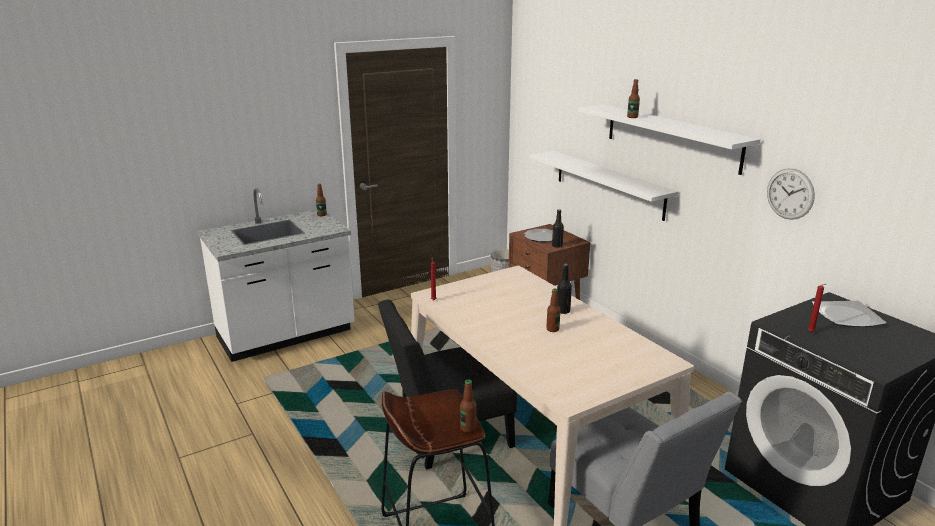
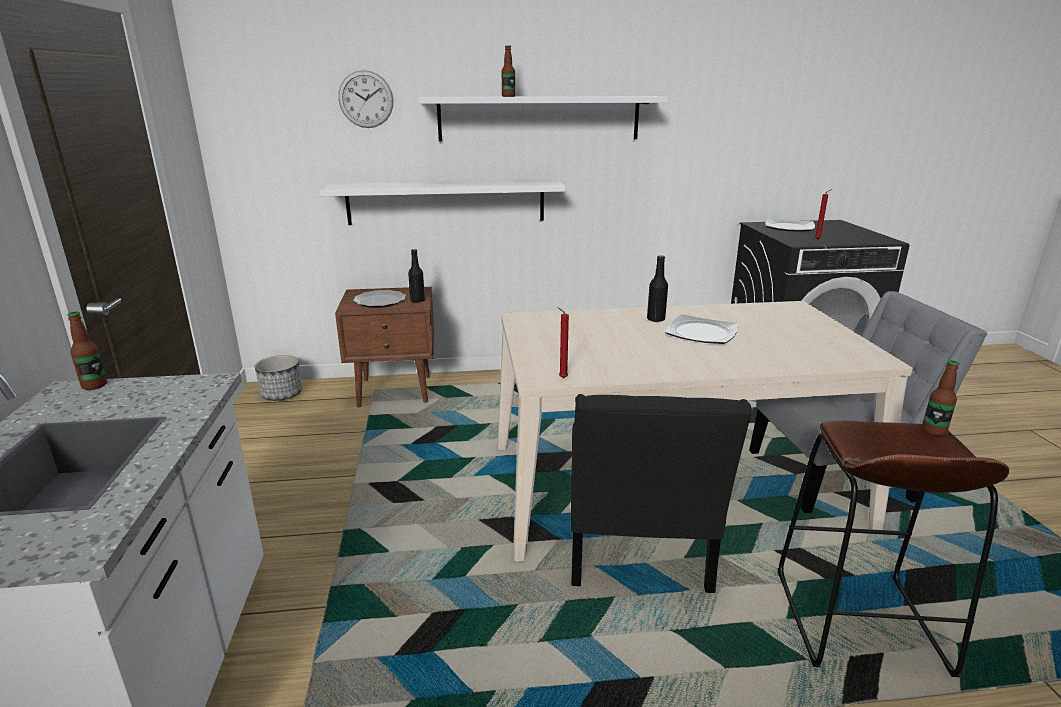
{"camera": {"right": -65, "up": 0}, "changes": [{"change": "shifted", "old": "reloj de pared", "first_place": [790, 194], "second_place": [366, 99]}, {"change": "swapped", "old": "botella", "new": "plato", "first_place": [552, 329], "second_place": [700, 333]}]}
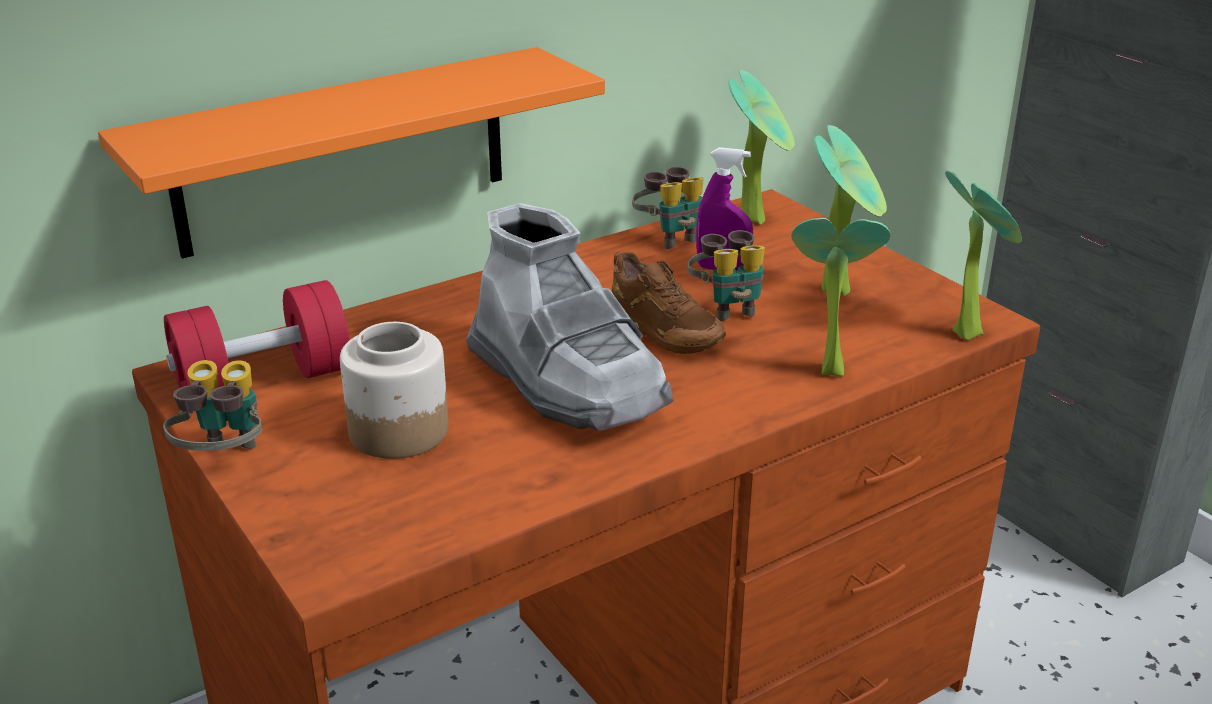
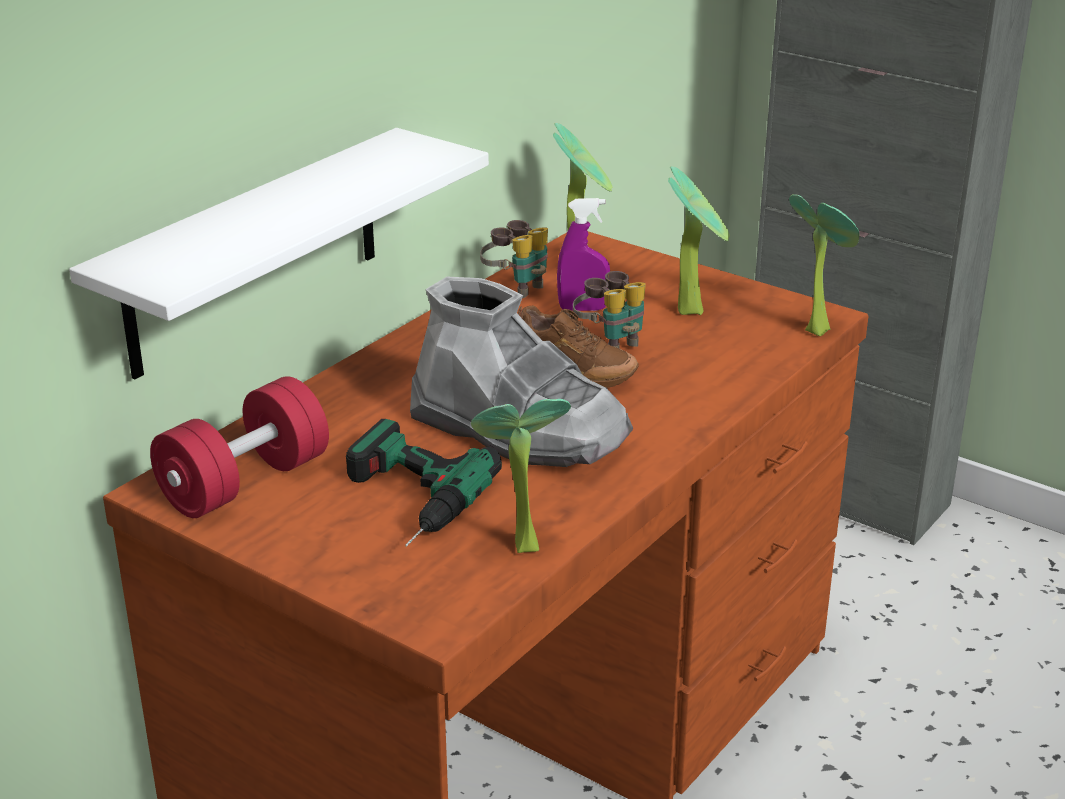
{"camera": {"right": -20, "up": 0}, "changes": [{"change": "gone", "old": "prismáticos", "first_place": [225, 460]}, {"change": "shifted", "old": "planta en maceta", "first_place": [826, 368], "second_place": [519, 544]}, {"change": "swapped", "old": "tarro", "new": "taladro", "first_place": [397, 431], "second_place": [403, 501]}, {"change": "repainted", "old": "estante (naranja)", "new": "estante (blanco)", "first_place": [343, 151], "second_place": [254, 252]}]}
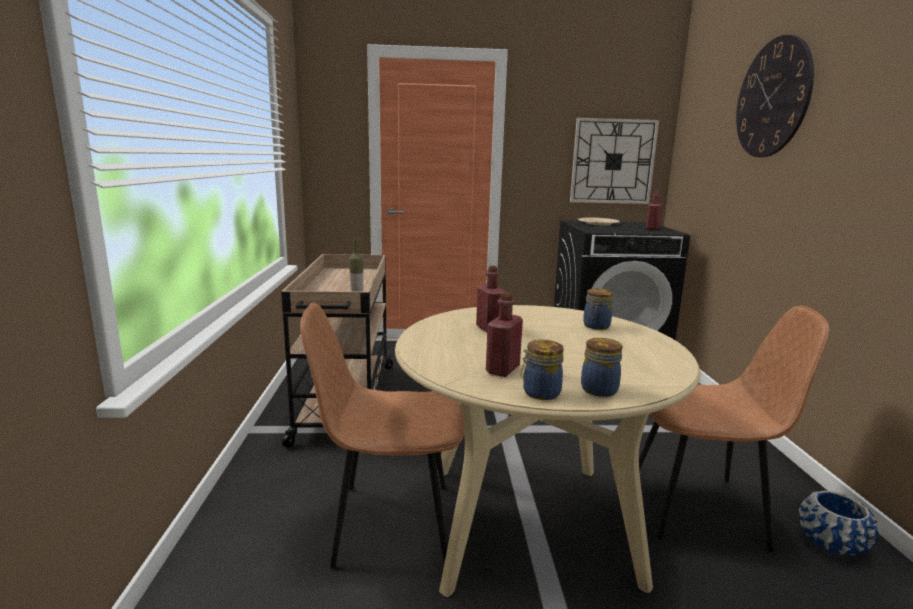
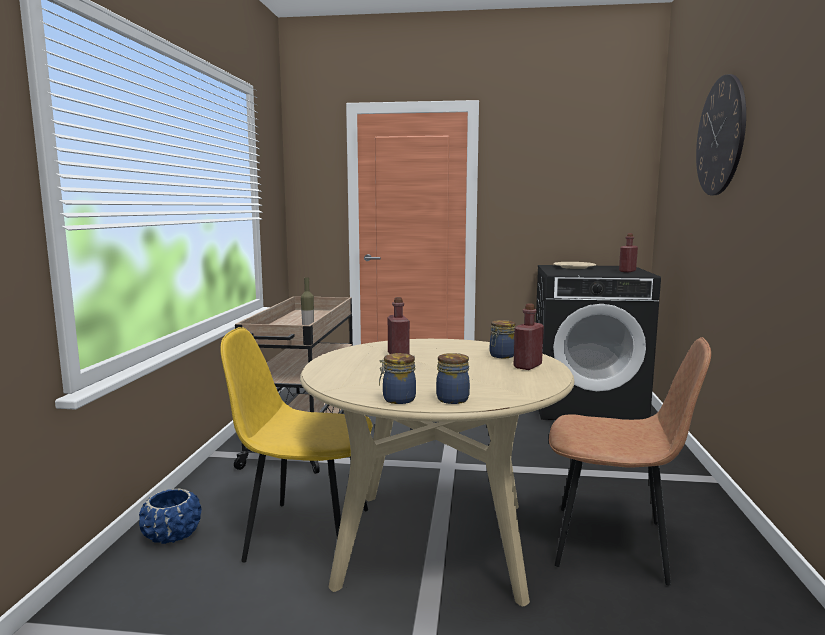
{"camera": {"right": 10, "up": -5}, "changes": [{"change": "gone", "old": "reloj de pared", "first_place": [613, 161]}, {"change": "shifted", "old": "botella (rojo)", "first_place": [502, 370], "second_place": [527, 366]}, {"change": "shifted", "old": "maceta (azul)", "first_place": [831, 542], "second_place": [172, 534]}, {"change": "repainted", "old": "silla (marrón)", "new": "silla (amarillo)", "first_place": [389, 523], "second_place": [305, 533]}]}
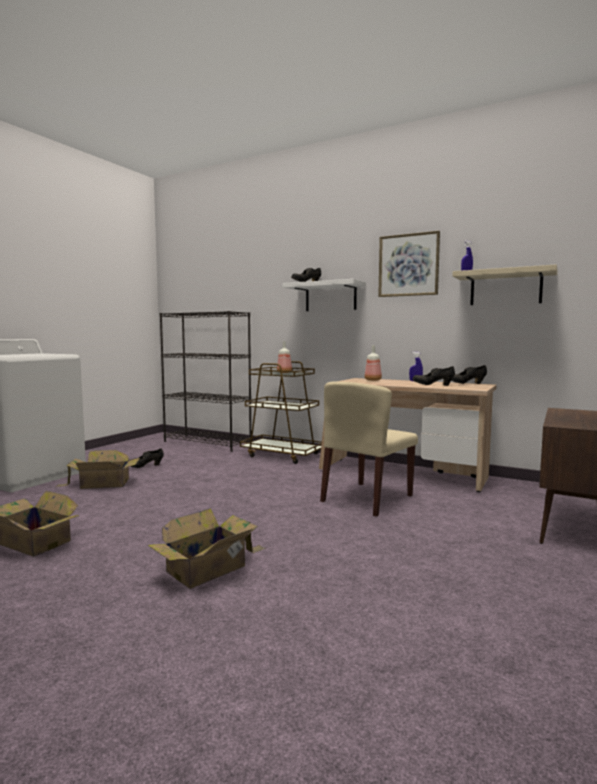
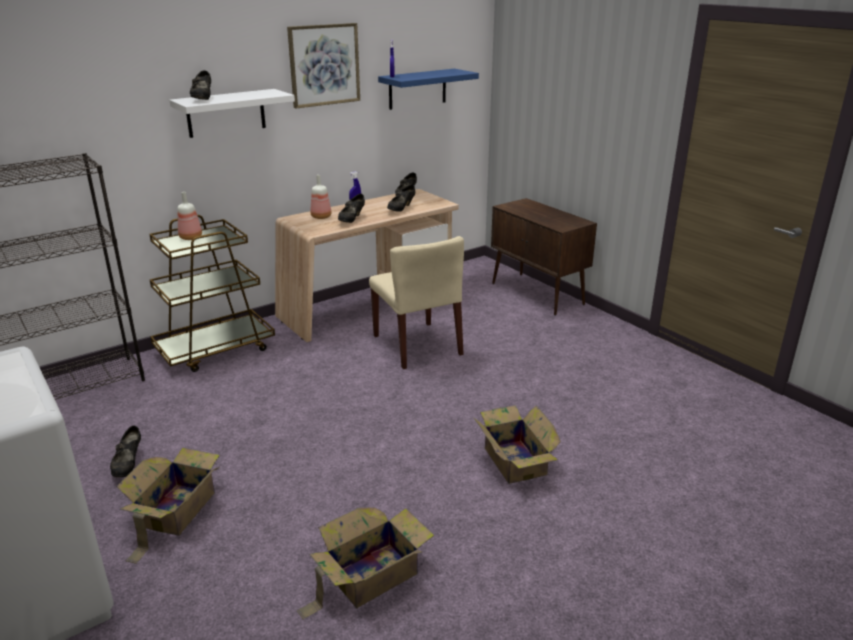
{"camera": {"right": -65, "up": 20}, "changes": [{"change": "new", "new": "zapato (negro)", "second_place": [351, 220]}, {"change": "repainted", "old": "estante (beis)", "new": "estante (azul)", "first_place": [505, 288], "second_place": [417, 89]}]}
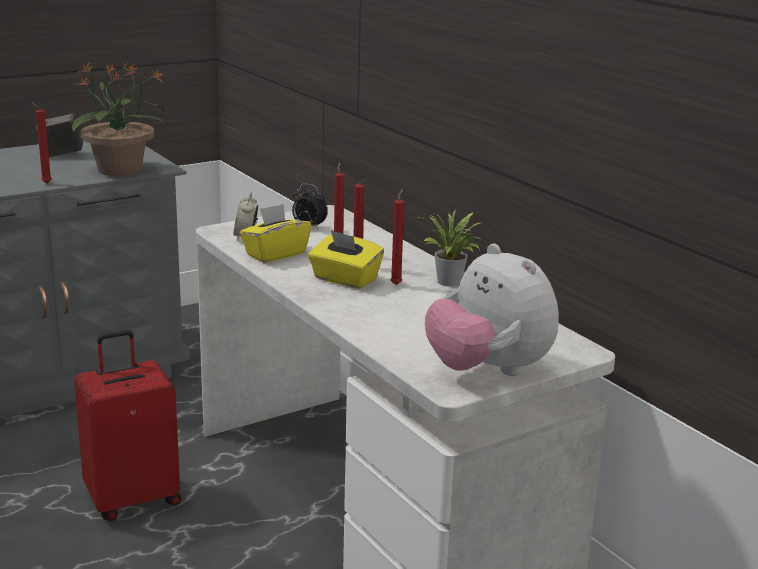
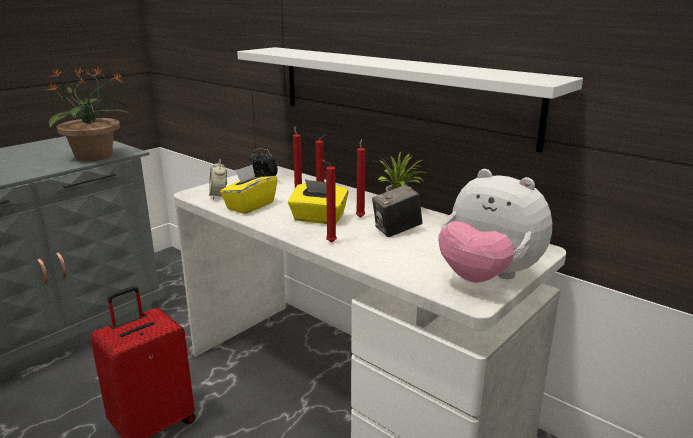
{"camera": {"right": -15, "up": 0}, "changes": [{"change": "new", "new": "estante (blanco)", "second_place": [398, 92]}, {"change": "shifted", "old": "vela (rojo)", "first_place": [45, 183], "second_place": [329, 242]}, {"change": "shifted", "old": "cámara", "first_place": [61, 155], "second_place": [396, 231]}]}
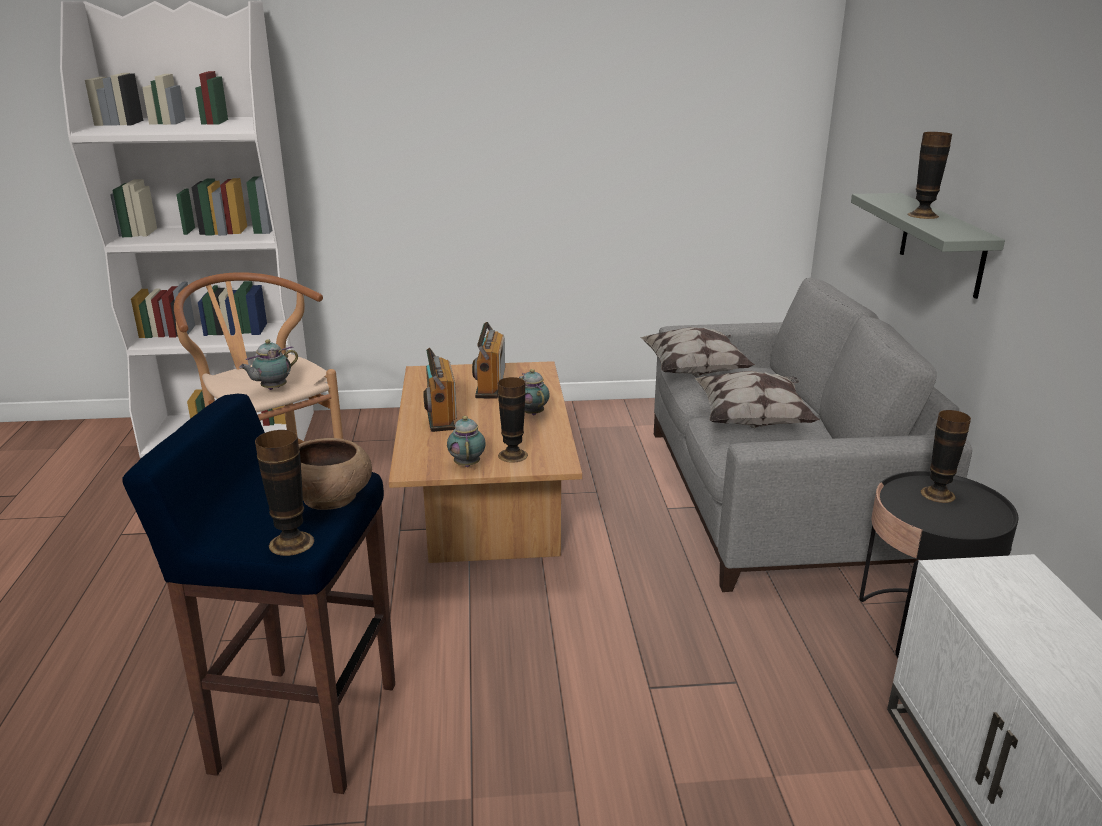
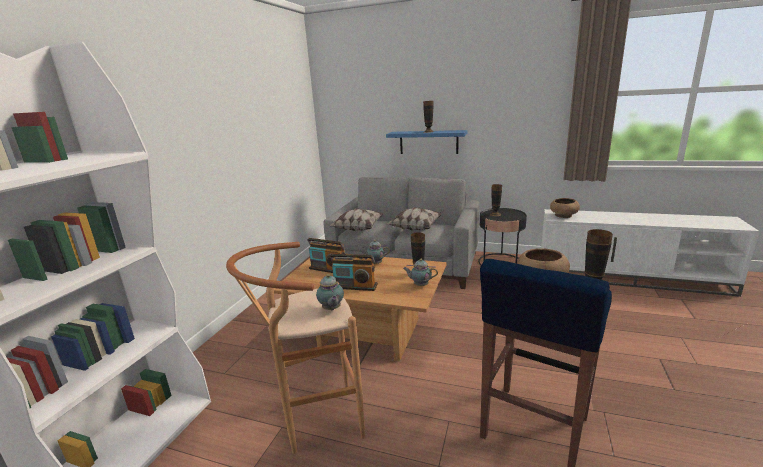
{"camera": {"right": -65, "up": -5}, "changes": [{"change": "new", "new": "cuenco (marrón)", "second_place": [563, 216]}, {"change": "repainted", "old": "estante (gris)", "new": "estante (azul)", "first_place": [942, 244], "second_place": [428, 142]}]}
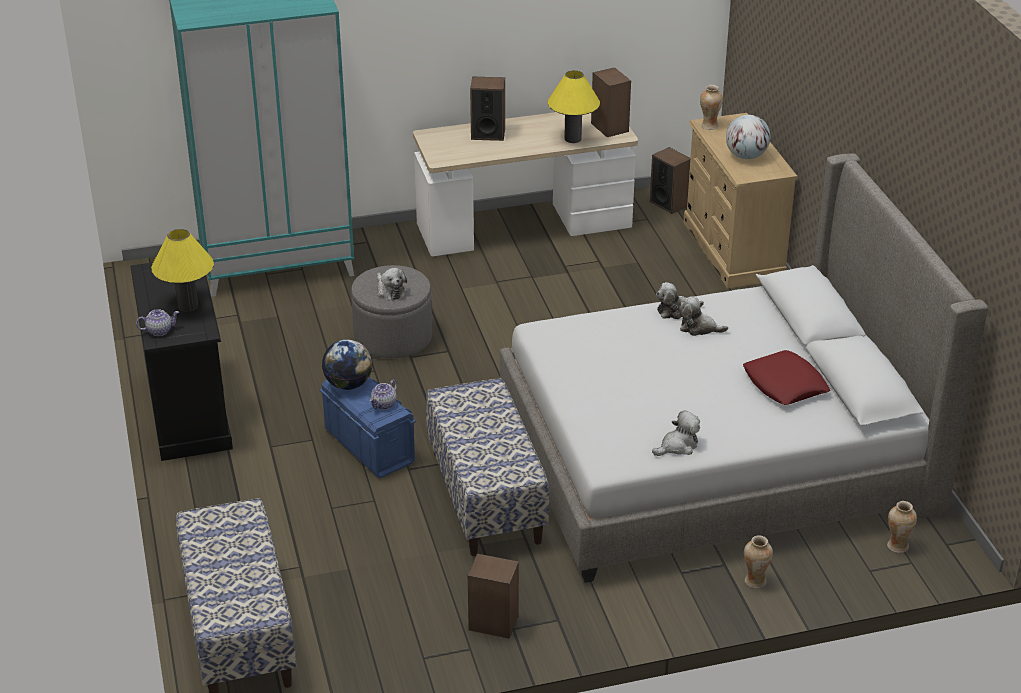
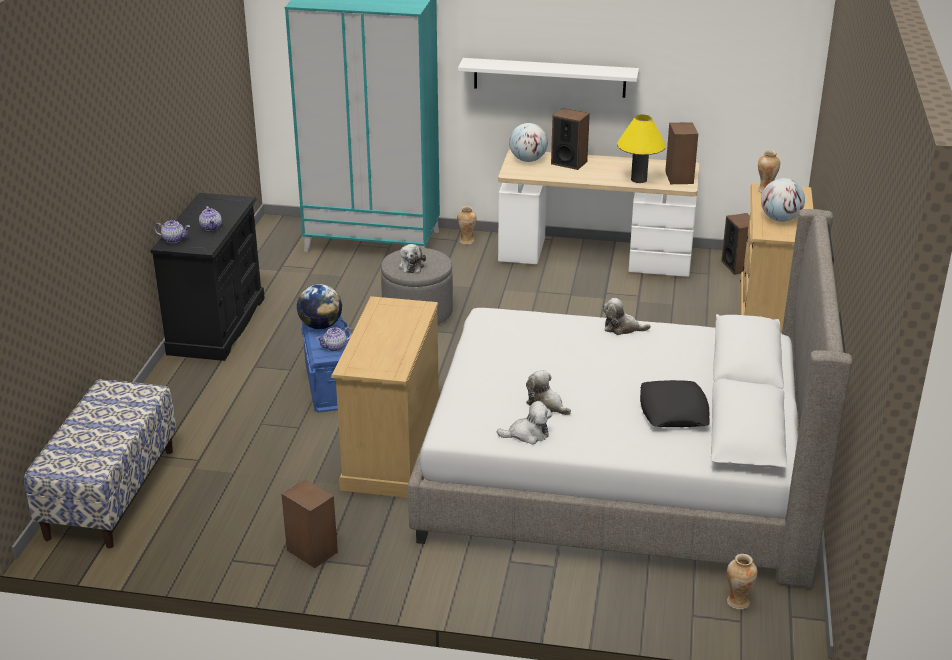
{"camera": {"right": 25, "up": -5}, "changes": [{"change": "new", "new": "estante (blanco)", "second_place": [549, 77]}, {"change": "new", "new": "globo terráqueo", "second_place": [528, 160]}, {"change": "shifted", "old": "peluche", "first_place": [699, 328], "second_place": [546, 405]}, {"change": "shifted", "old": "florero", "first_place": [755, 581], "second_place": [466, 241]}, {"change": "swapped", "old": "lámpara de mesa (amarillo)", "new": "tetera", "first_place": [187, 305], "second_place": [211, 227]}, {"change": "swapped", "old": "banco", "new": "cómoda (beis)", "first_place": [486, 497], "second_place": [391, 450]}, {"change": "repainted", "old": "cojín (rojo)", "new": "cojín (negro)", "first_place": [785, 384], "second_place": [674, 411]}]}
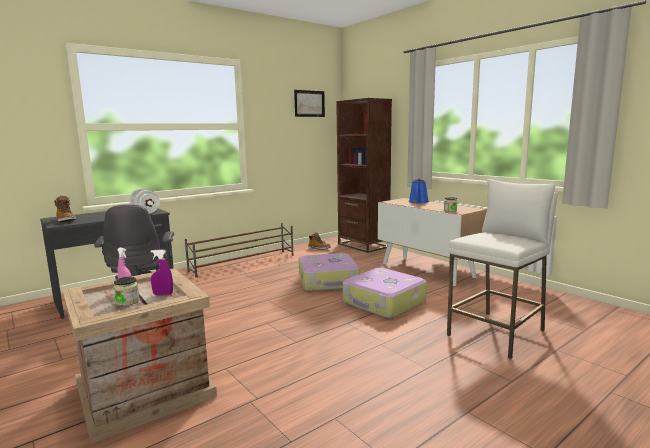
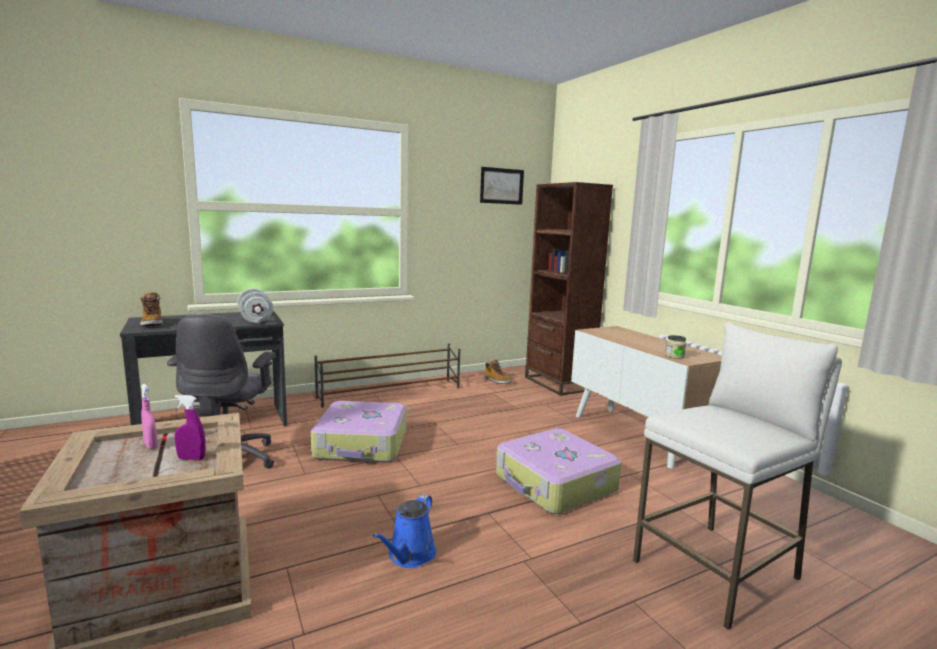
{"camera": {"right": 10, "up": 0}, "changes": [{"change": "gone", "old": "tarro", "first_place": [127, 302]}, {"change": "shifted", "old": "maleta", "first_place": [328, 281], "second_place": [362, 444]}, {"change": "shifted", "old": "regadera (azul)", "first_place": [418, 202], "second_place": [409, 556]}]}
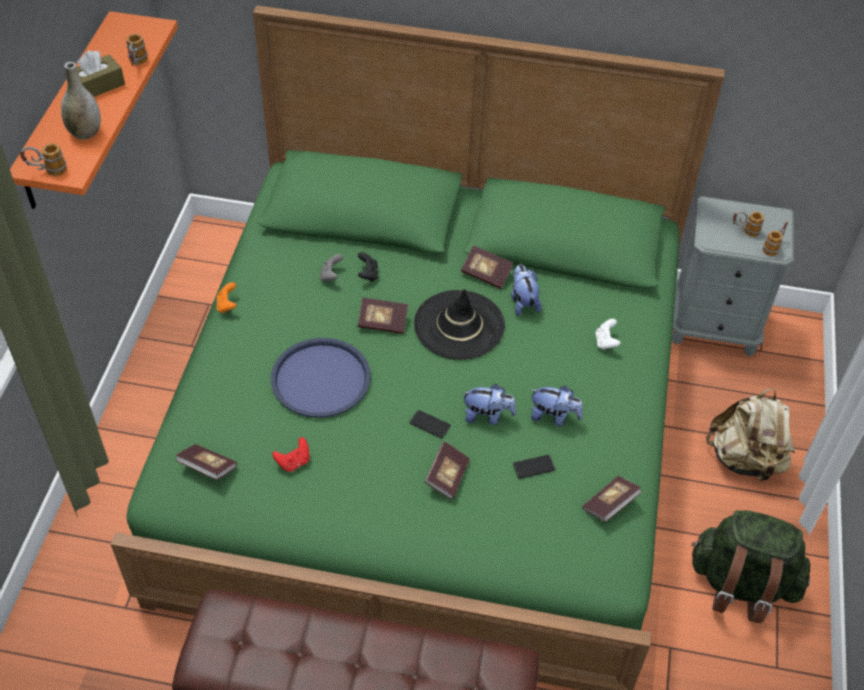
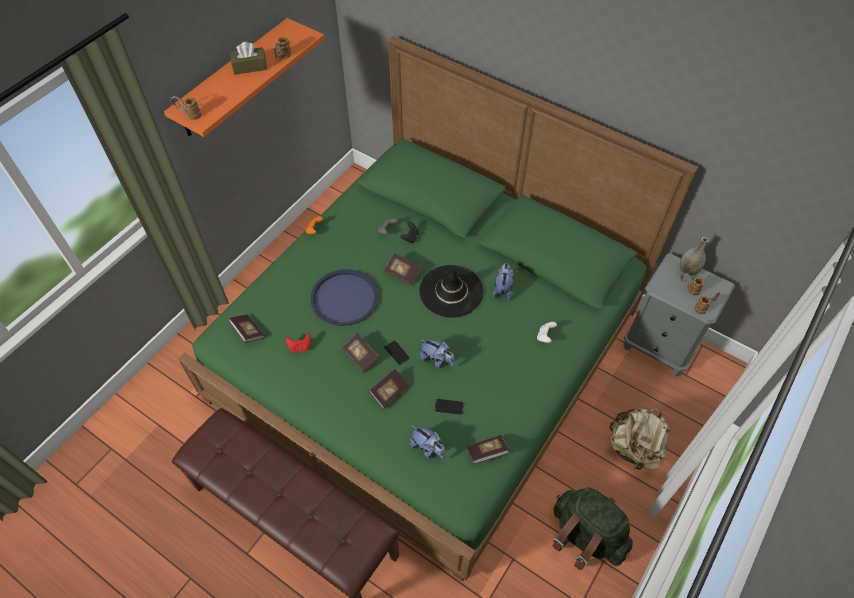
{"camera": {"right": 25, "up": 5}, "changes": [{"change": "shifted", "old": "florero (gris)", "first_place": [85, 133], "second_place": [688, 270]}, {"change": "shifted", "old": "libro", "first_place": [486, 274], "second_place": [361, 356]}, {"change": "shifted", "old": "peluche", "first_place": [554, 416], "second_place": [428, 448]}]}
